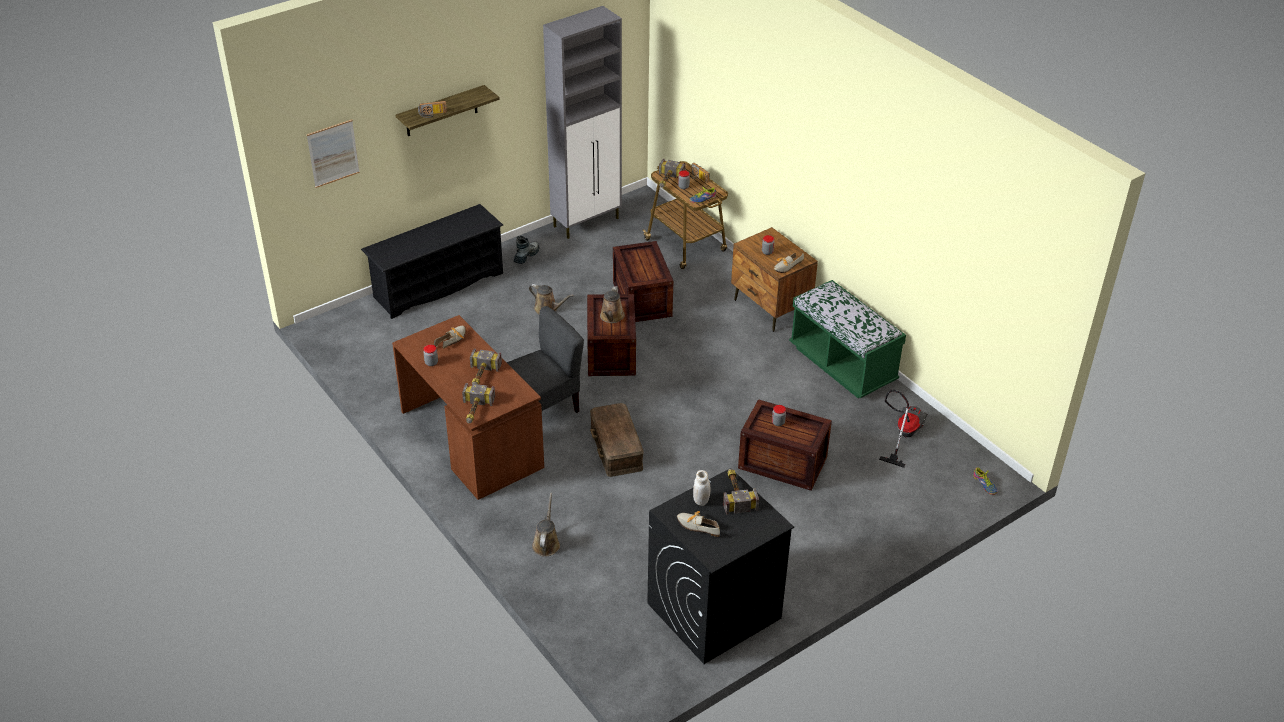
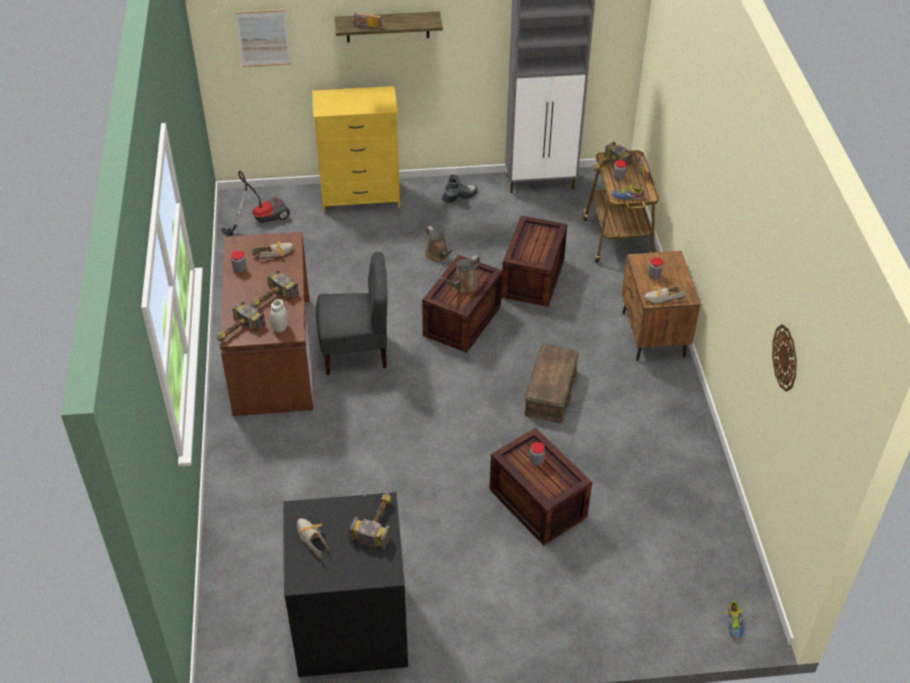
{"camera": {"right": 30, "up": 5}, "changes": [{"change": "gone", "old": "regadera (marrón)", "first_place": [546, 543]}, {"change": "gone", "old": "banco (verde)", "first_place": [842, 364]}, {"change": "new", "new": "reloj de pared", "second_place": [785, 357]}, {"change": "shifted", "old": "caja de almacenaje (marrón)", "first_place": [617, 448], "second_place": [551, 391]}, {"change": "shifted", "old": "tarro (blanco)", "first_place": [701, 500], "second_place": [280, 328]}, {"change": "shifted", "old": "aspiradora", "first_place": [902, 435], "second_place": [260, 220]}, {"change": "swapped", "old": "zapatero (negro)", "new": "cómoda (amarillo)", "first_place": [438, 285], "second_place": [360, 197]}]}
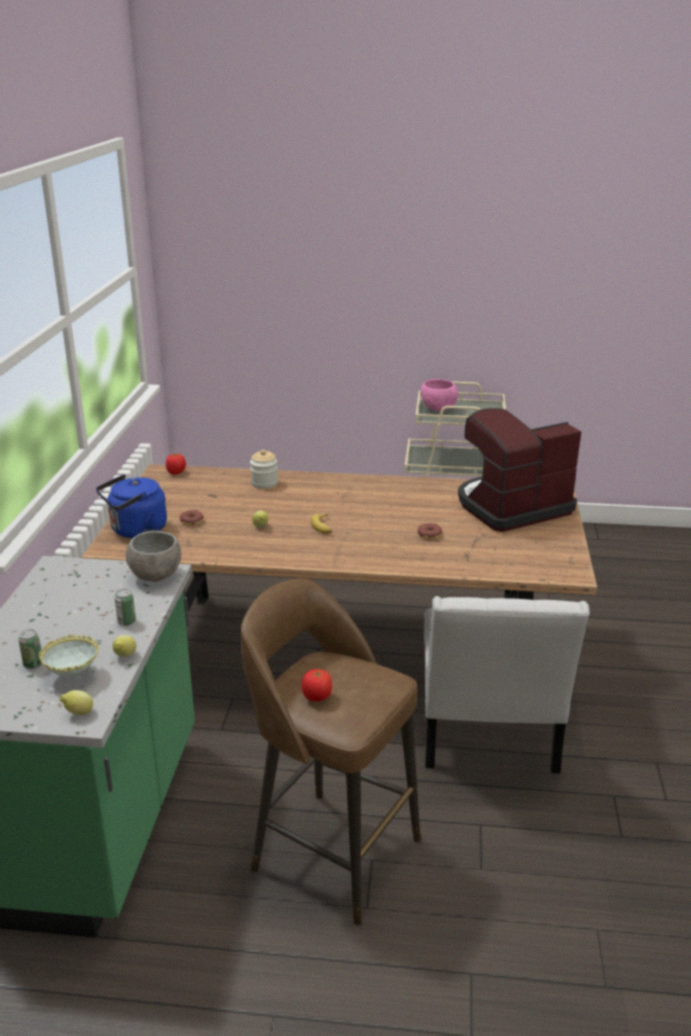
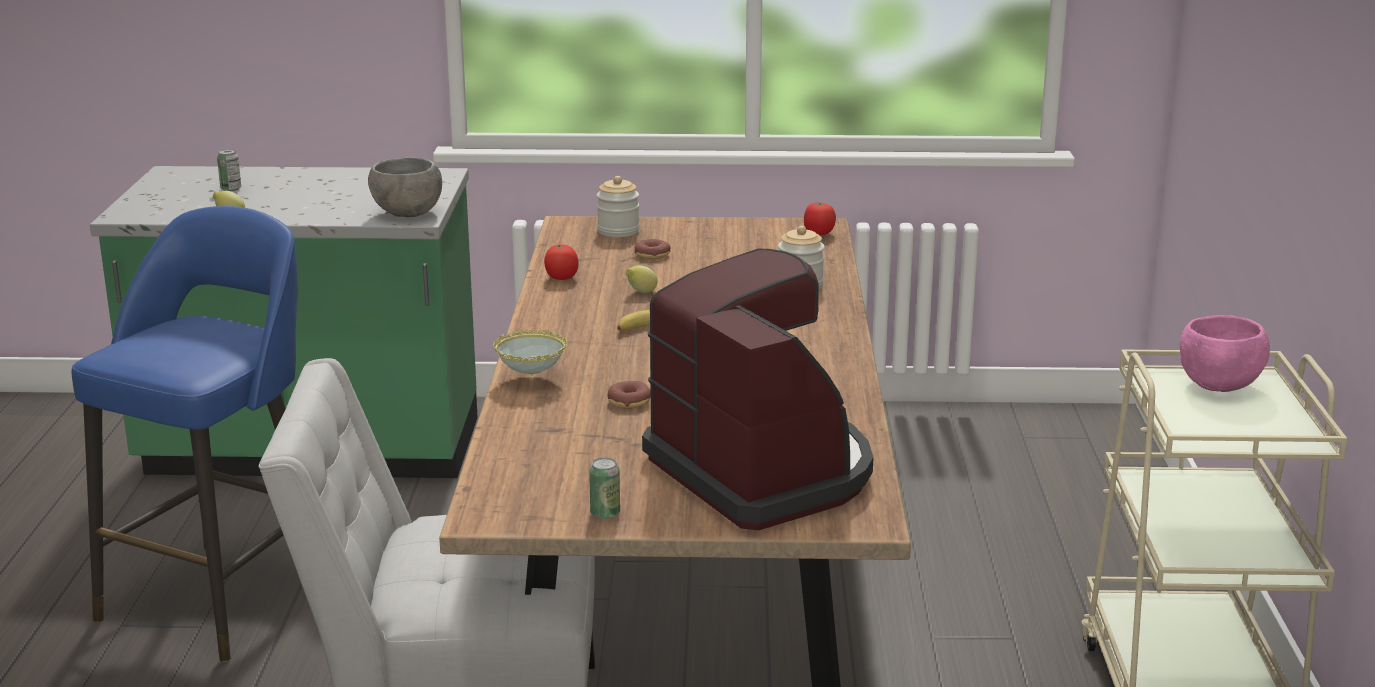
{"camera": {"right": 85, "up": -5}, "changes": [{"change": "gone", "old": "limón", "first_place": [78, 713]}, {"change": "shifted", "old": "cuenco", "first_place": [73, 676], "second_place": [531, 379]}, {"change": "shifted", "old": "lata", "first_place": [126, 622], "second_place": [605, 513]}, {"change": "shifted", "old": "tomate", "first_place": [317, 697], "second_place": [561, 278]}, {"change": "swapped", "old": "hervidor (azul)", "new": "tarro", "first_place": [136, 531], "second_place": [618, 231]}, {"change": "repainted", "old": "taburete (marrón)", "new": "taburete (azul)", "first_place": [332, 852], "second_place": [222, 597]}]}
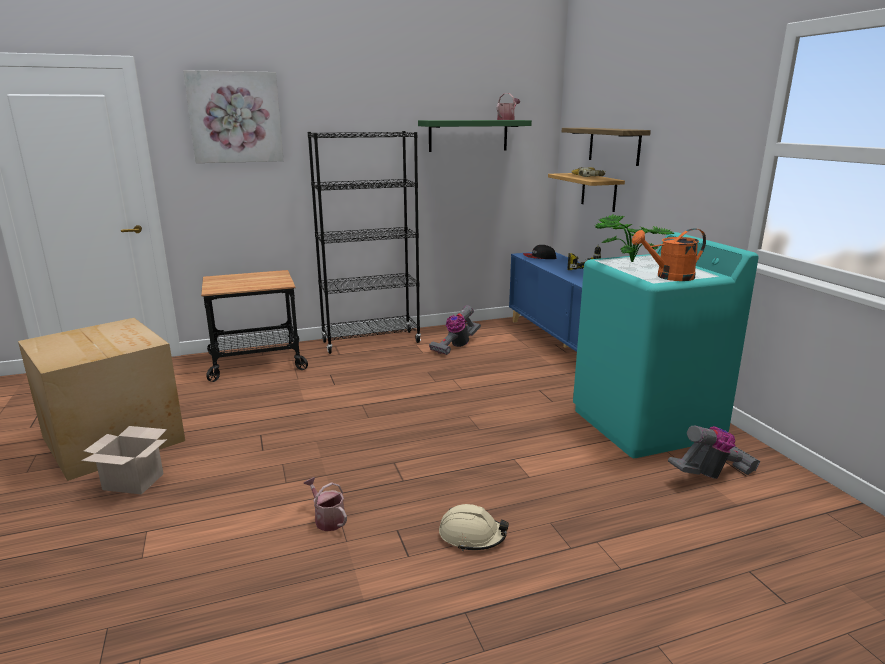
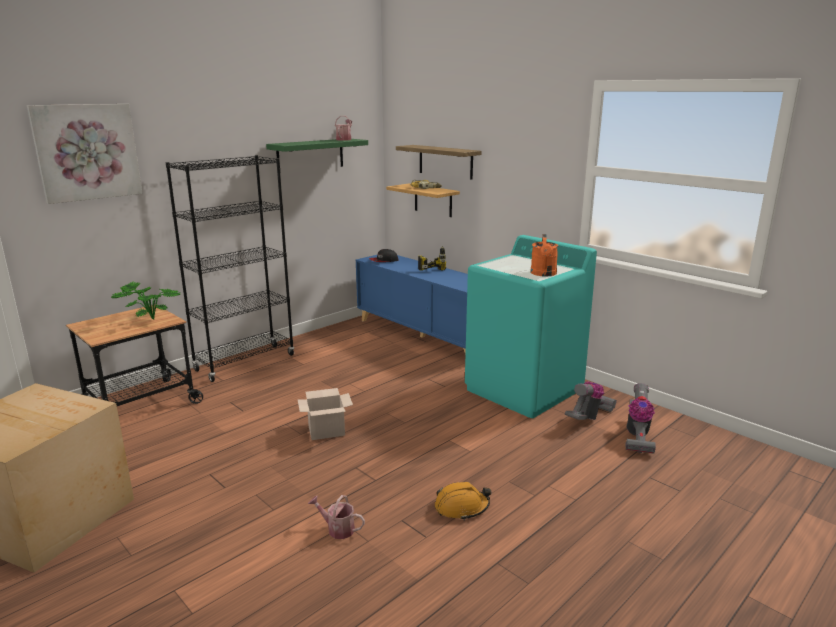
{"camera": {"right": -25, "up": 0}, "changes": [{"change": "shifted", "old": "caja de cartón", "first_place": [135, 481], "second_place": [327, 430]}, {"change": "shifted", "old": "aspiradora", "first_place": [456, 346], "second_place": [637, 436]}, {"change": "shifted", "old": "planta en maceta", "first_place": [628, 261], "second_place": [150, 318]}, {"change": "repainted", "old": "casco (beis)", "new": "casco (naranja)", "first_place": [472, 536], "second_place": [461, 507]}, {"change": "rotated", "old": "regadera (naranja)", "first_place": [669, 277], "second_place": [544, 274], "degrees": -45}]}
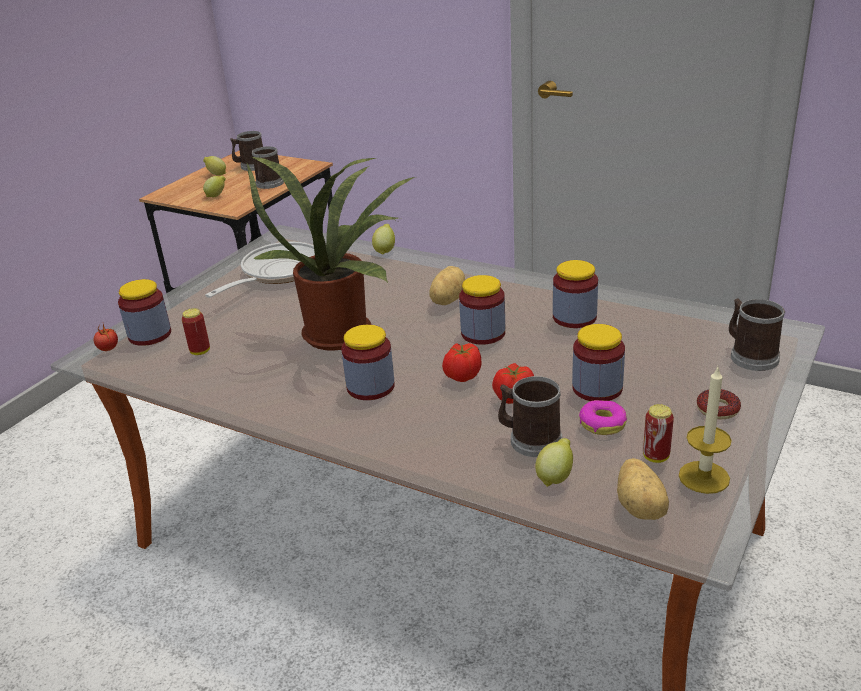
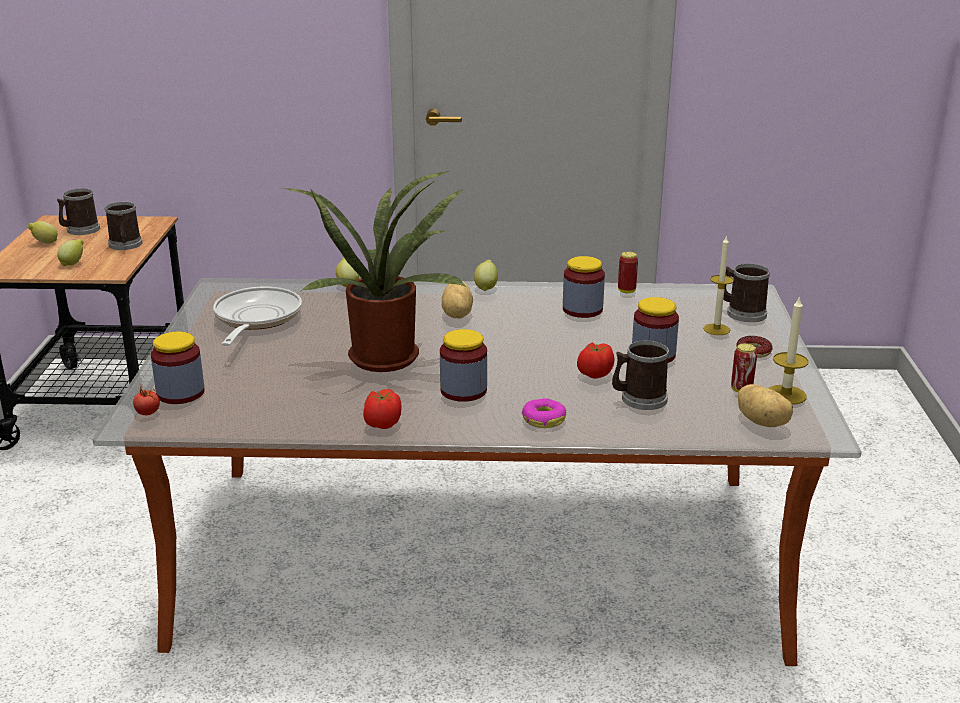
{"camera": {"right": -30, "up": -5}, "changes": [{"change": "gone", "old": "tarro", "first_place": [483, 333]}, {"change": "new", "new": "vela", "second_place": [716, 329]}, {"change": "shifted", "old": "lata", "first_place": [200, 351], "second_place": [626, 291]}, {"change": "shifted", "old": "tomate", "first_place": [462, 376], "second_place": [382, 424]}, {"change": "shifted", "old": "limón", "first_place": [555, 477], "second_place": [486, 287]}, {"change": "shifted", "old": "rosquilla", "first_place": [602, 424], "second_place": [543, 419]}]}
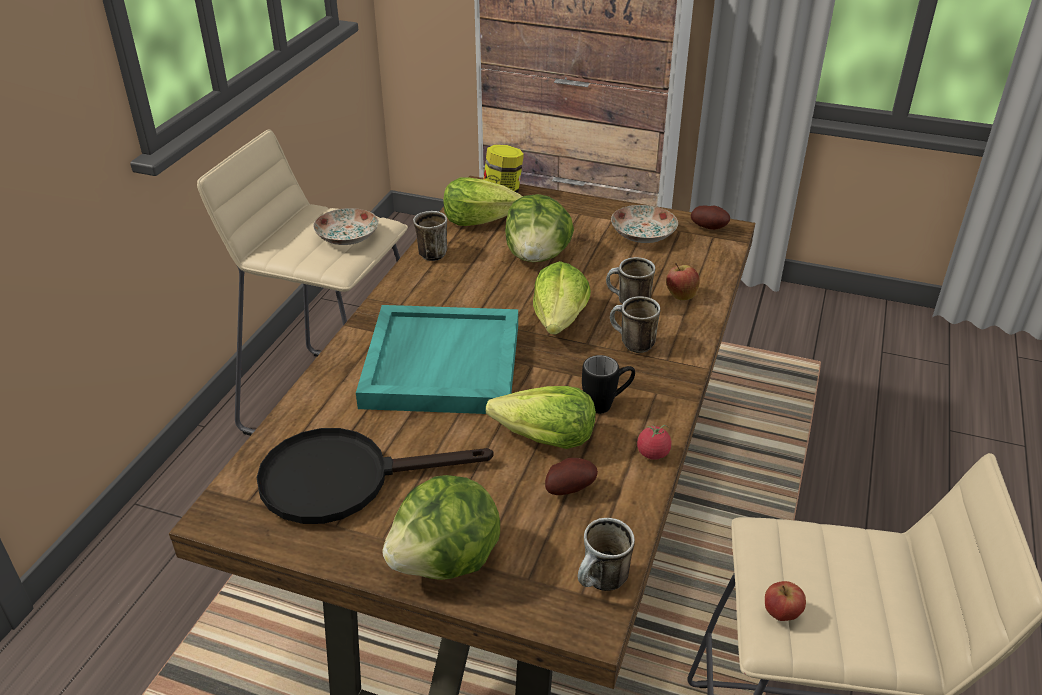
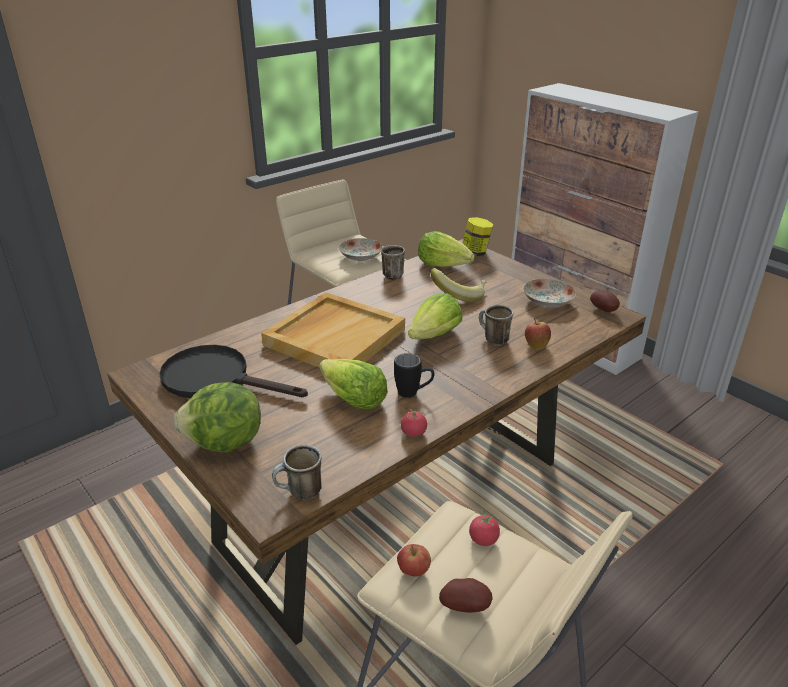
{"camera": {"right": 30, "up": -5}, "changes": [{"change": "gone", "old": "taza grande", "first_place": [631, 344]}, {"change": "new", "new": "tomate", "second_place": [483, 539]}, {"change": "shifted", "old": "patata", "first_place": [568, 488], "second_place": [465, 605]}, {"change": "swapped", "old": "lechuga", "new": "plátano", "first_place": [538, 257], "second_place": [459, 295]}, {"change": "repainted", "old": "bandeja (turquesa)", "new": "bandeja (beis)", "first_place": [441, 363], "second_place": [334, 336]}]}
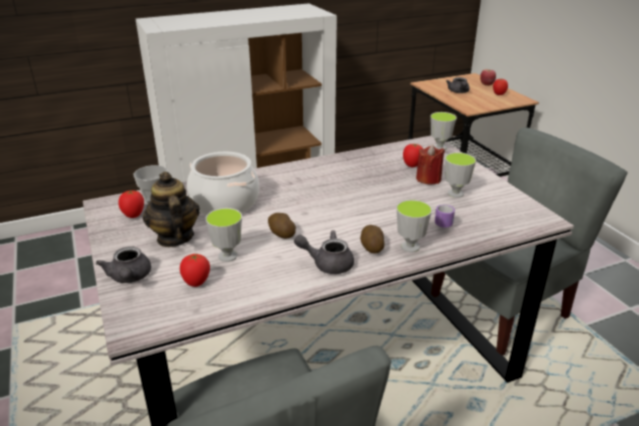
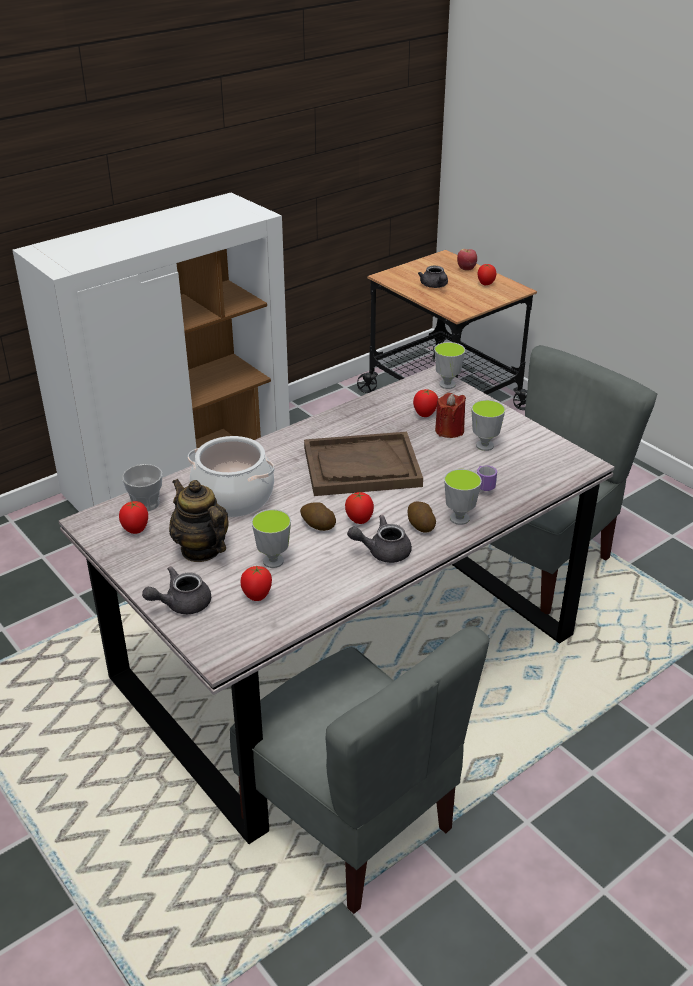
{"camera": {"right": -15, "up": 5}, "changes": [{"change": "new", "new": "bandeja (marrón)", "second_place": [361, 467]}, {"change": "new", "new": "tomate", "second_place": [359, 520]}, {"change": "rotated", "old": "tetera (gris)", "first_place": [129, 278], "second_place": [181, 604], "degrees": 90}]}
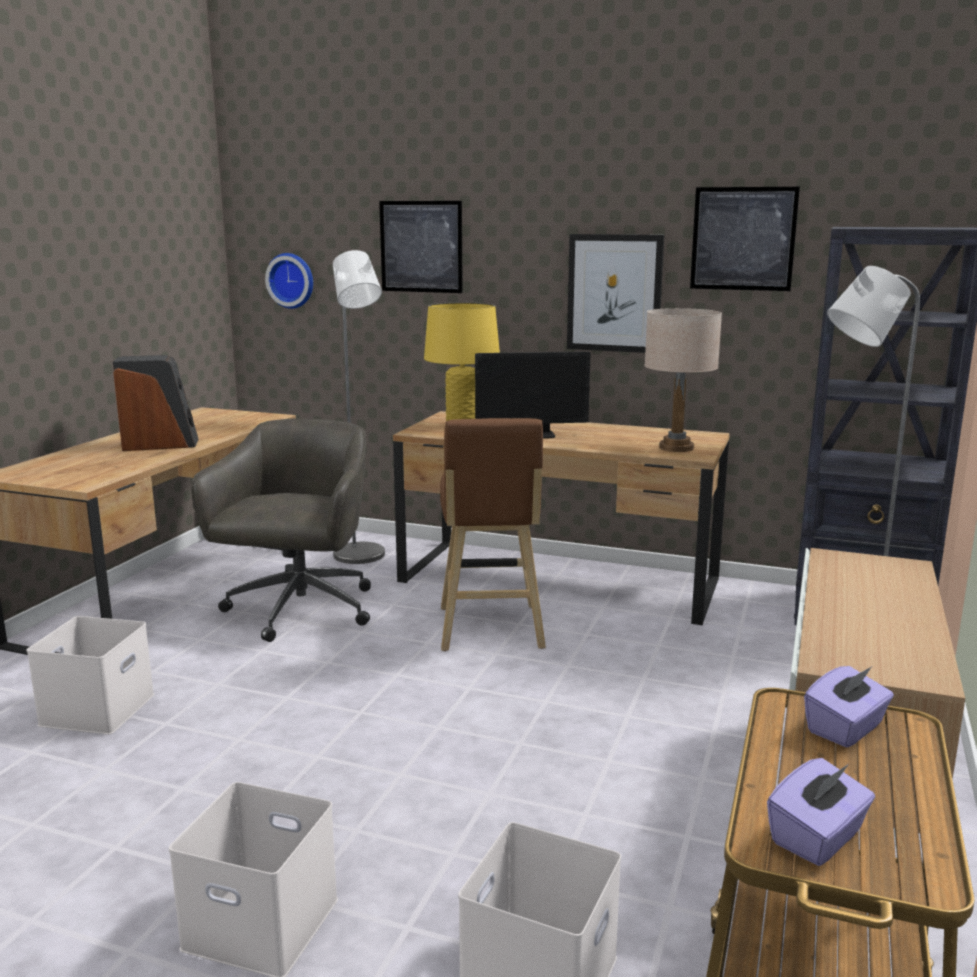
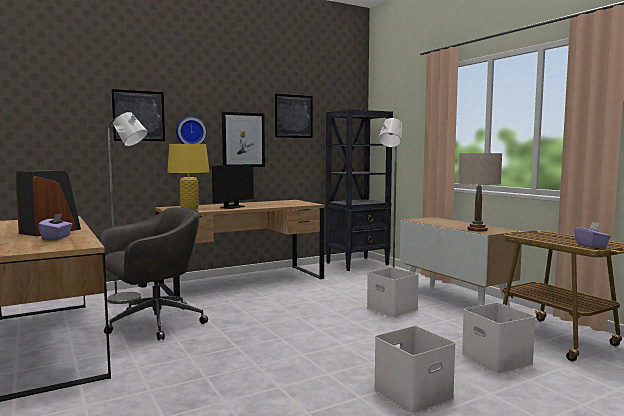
{"camera": {"right": -50, "up": -10}, "changes": [{"change": "gone", "old": "taburete (marrón)", "first_place": [490, 630]}, {"change": "shifted", "old": "caja de almacenaje (blanco)", "first_place": [97, 708], "second_place": [391, 309]}, {"change": "shifted", "old": "reloj de pared", "first_place": [291, 280], "second_place": [190, 132]}, {"change": "shifted", "old": "lámpara de mesa (beis)", "first_place": [676, 448], "second_place": [477, 230]}, {"change": "shifted", "old": "caja de pañuelos (morado)", "first_place": [846, 729], "second_place": [56, 238]}, {"change": "rotated", "old": "silla de oficina (gris)", "first_place": [299, 611], "second_place": [153, 323], "degrees": 90}]}
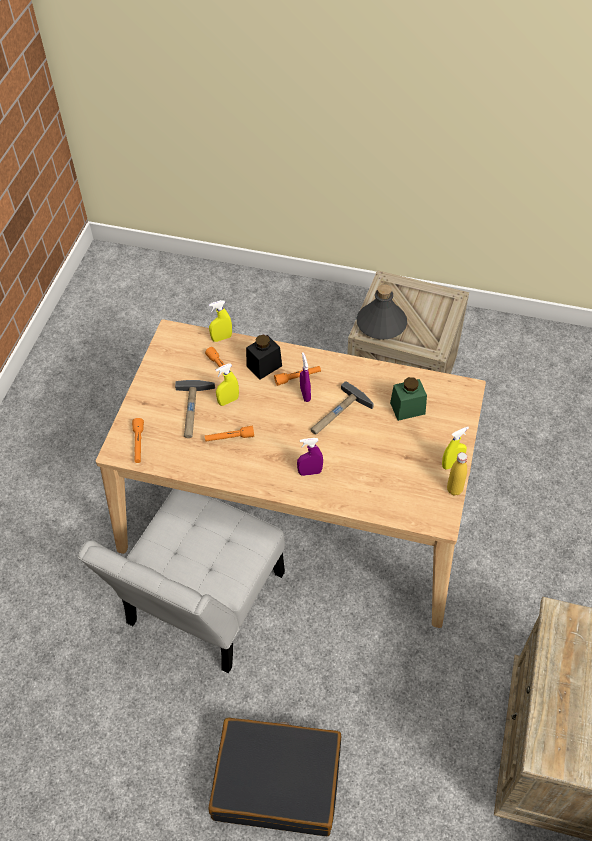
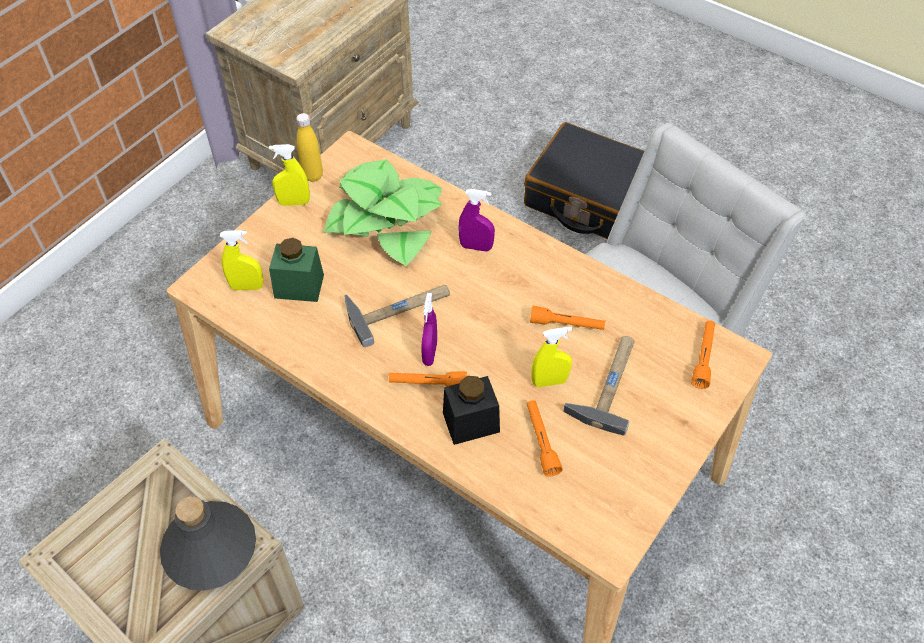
{"camera": {"right": -160, "up": 0}, "changes": [{"change": "new", "new": "planta en maceta", "second_place": [386, 219]}, {"change": "shifted", "old": "pulverizador (amarillo)", "first_place": [221, 338], "second_place": [247, 287]}]}
